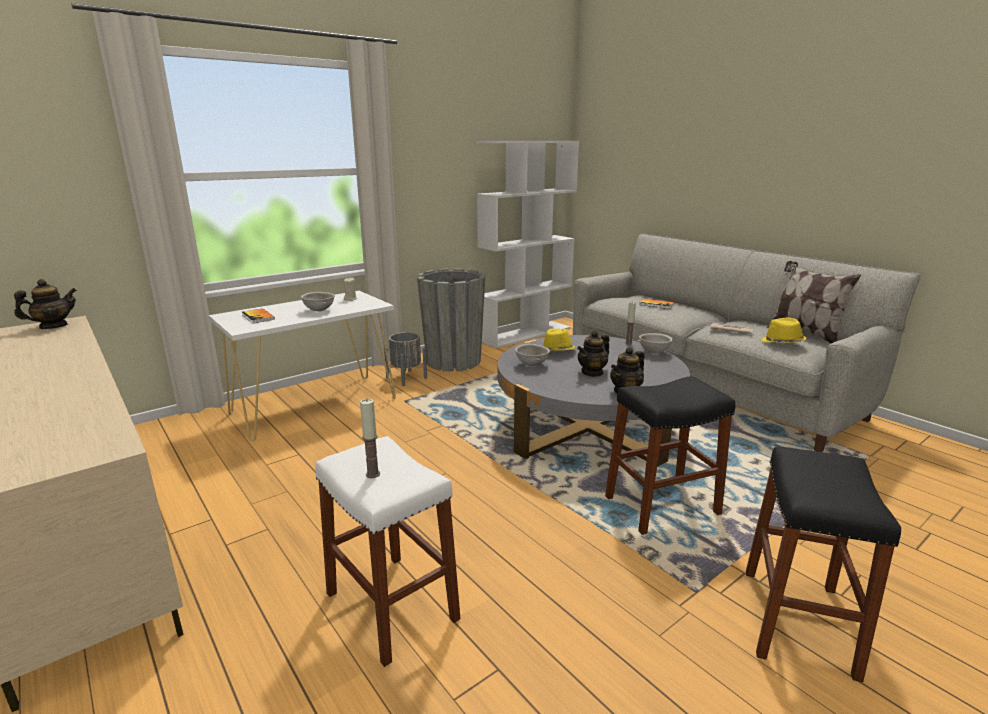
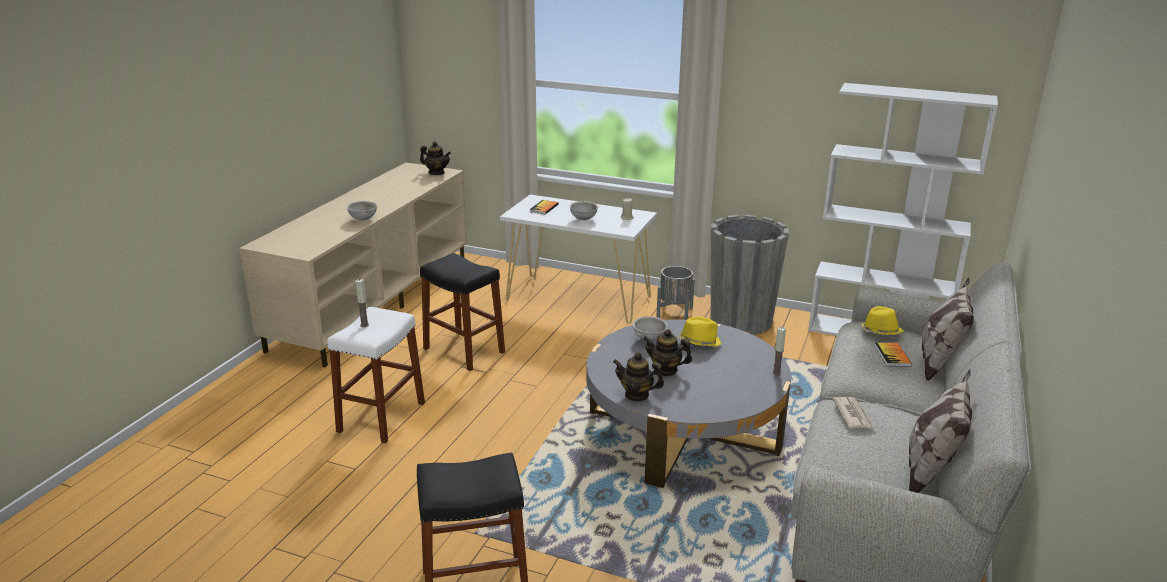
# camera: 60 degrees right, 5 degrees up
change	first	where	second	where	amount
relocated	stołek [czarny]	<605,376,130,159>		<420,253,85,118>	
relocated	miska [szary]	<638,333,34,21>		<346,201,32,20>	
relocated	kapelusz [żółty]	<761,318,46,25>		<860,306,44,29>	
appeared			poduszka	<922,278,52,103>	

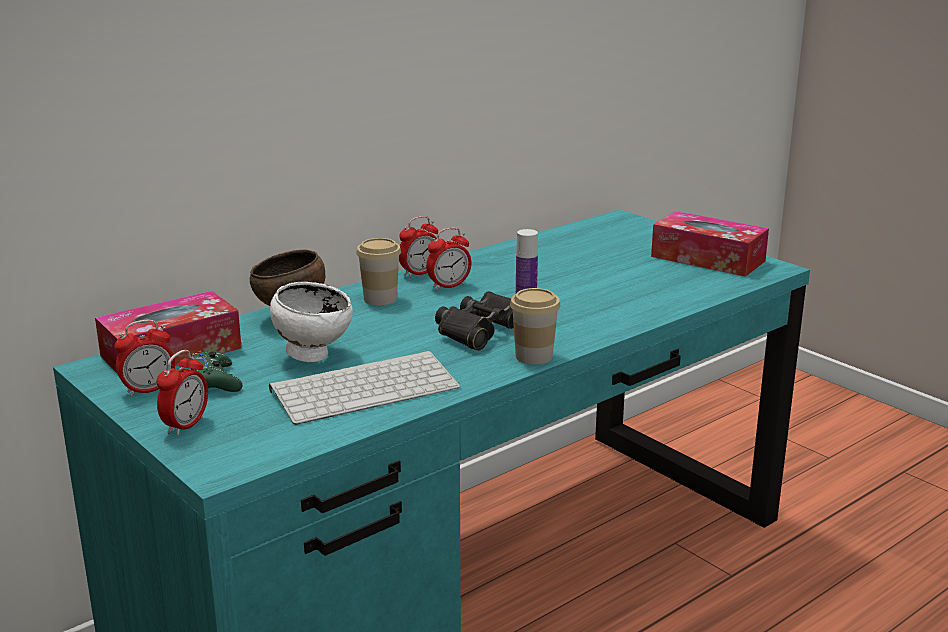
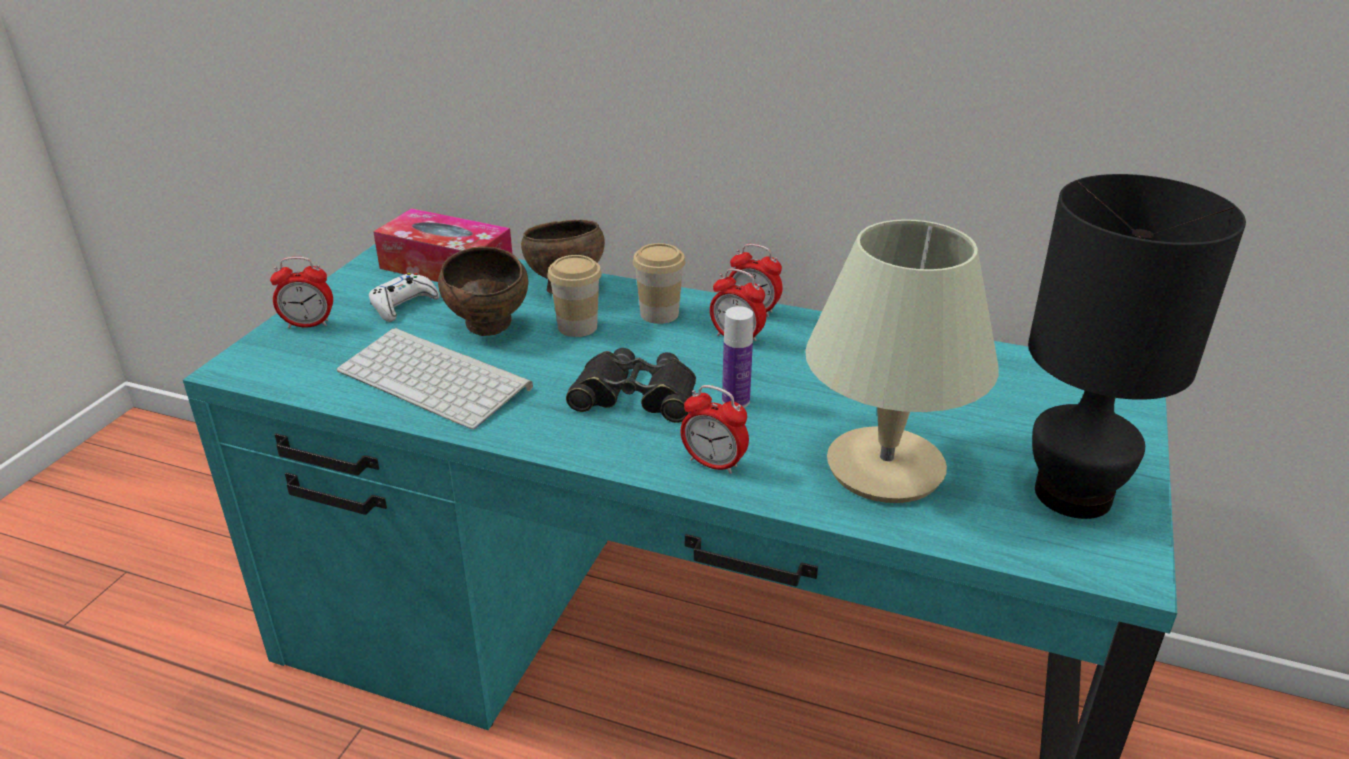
# camera: 60 degrees right, 10 degrees up
change	first	where	second	where	amount
relocated	budzik	<115,320,60,77>		<681,385,68,89>	
colour	pad do gier [zielony]	<191,350,51,42>	pad do gier [biały]	<369,273,71,49>	
colour	miska [biały]	<270,282,83,80>	miska [brązowy]	<438,246,90,90>	
relocated	filiżanka	<510,288,51,77>		<547,255,55,82>	
exchanged	pudełko chusteczek	<651,211,118,66>	lampa stołowa [czarny]	<1028,174,218,345>	
appeared			lampa stołowa [beżowy]	<805,219,194,284>	

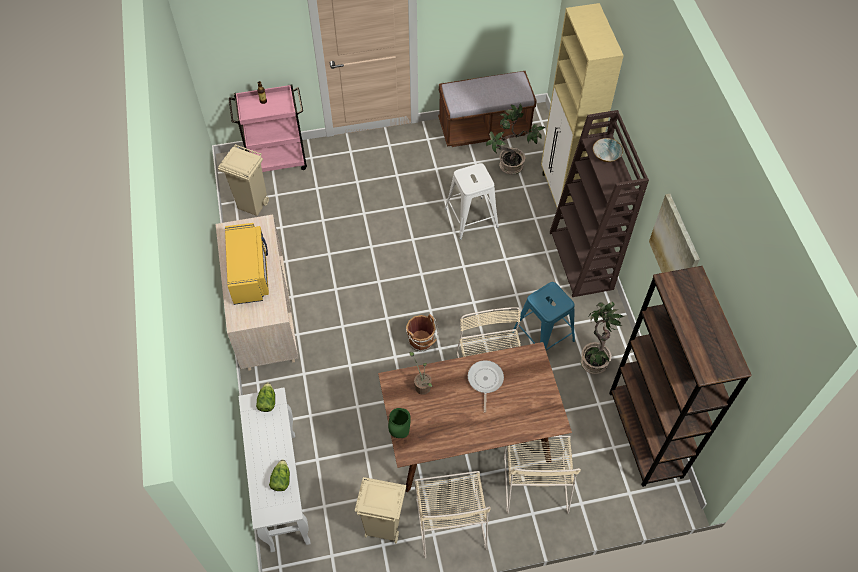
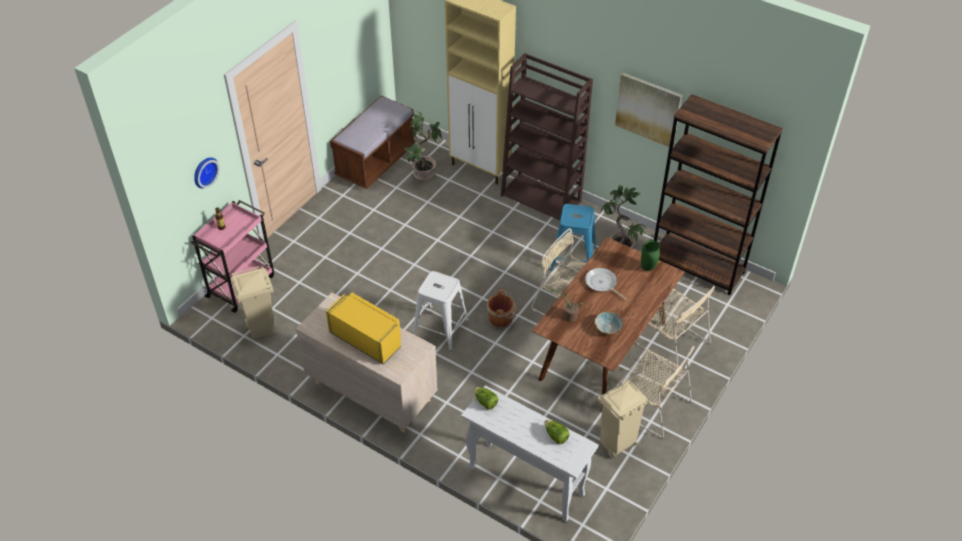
# camera: 45 degrees left, 10 degrees down
change	first	where	second	where	amount
relocated	wazon [zielony]	<388,408,23,30>		<641,240,19,31>	
relocated	stołek [biały]	<445,163,54,77>		<413,271,56,80>	
relocated	miska	<593,138,30,24>		<594,312,30,23>	
appeared			zegar ścienny	<194,157,26,31>	

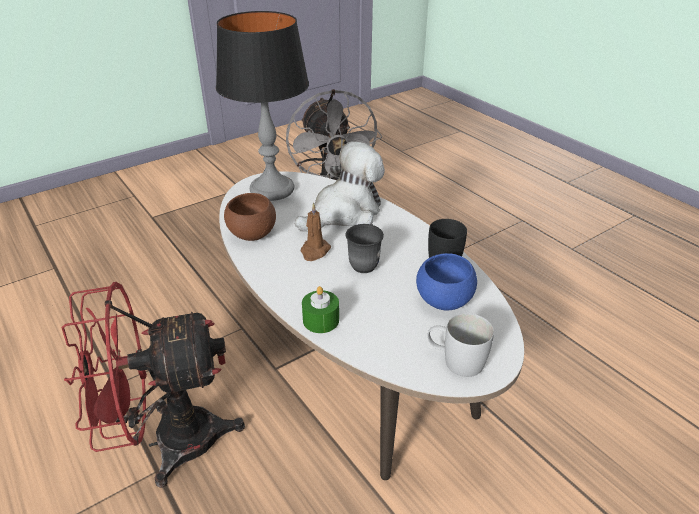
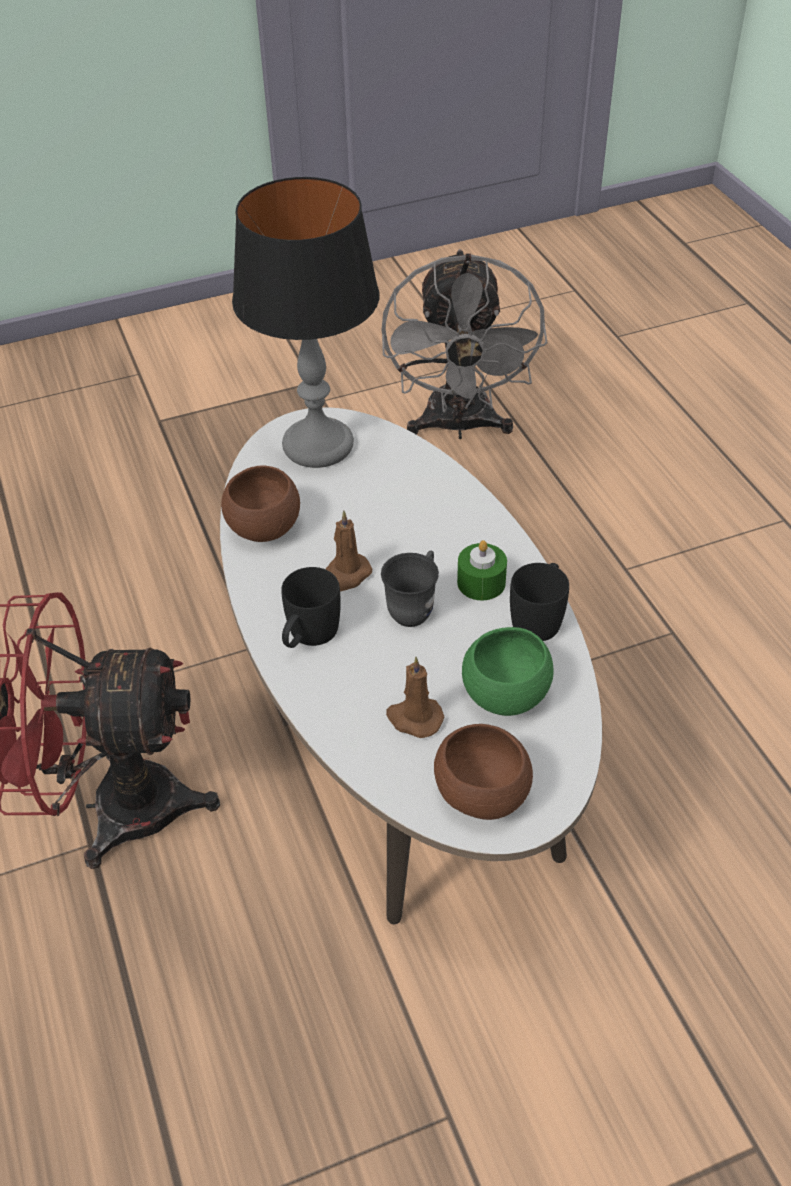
# camera: 15 degrees right, 10 degrees up
change	first	where	second	where	amount
missing	pluszak	<295,141,90,91>			
relocated	świeca [zielony]	<302,286,37,47>		<457,540,50,61>	
colour	miska [niebieski]	<416,253,61,57>	miska [zielony]	<462,627,92,89>	
exchanged	kubek [biały]	<427,313,67,64>	miska [brązowy]	<434,724,99,96>	
appeared			kubek [czarny]	<281,567,60,81>	
appeared			świeca [brązowy]	<386,657,58,81>	

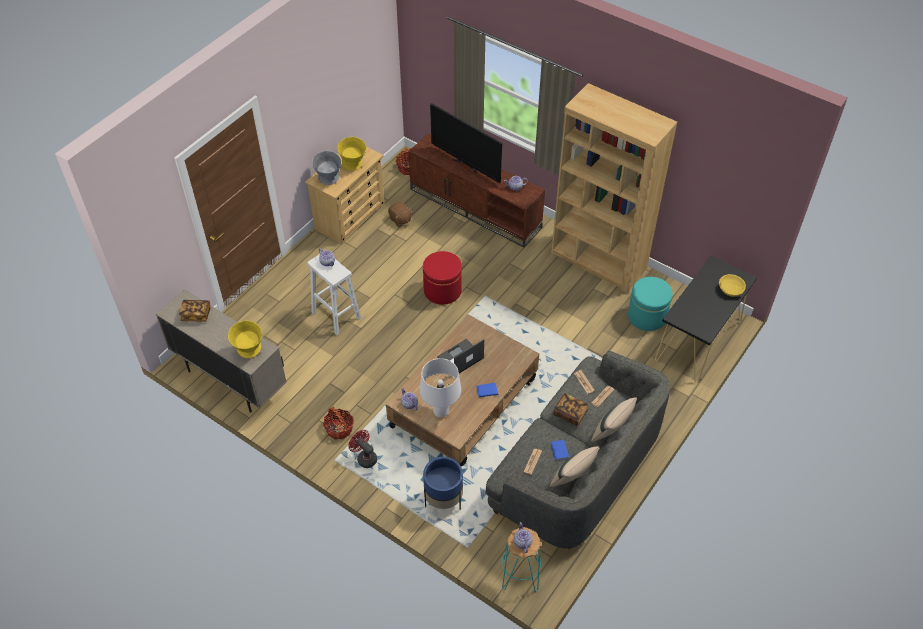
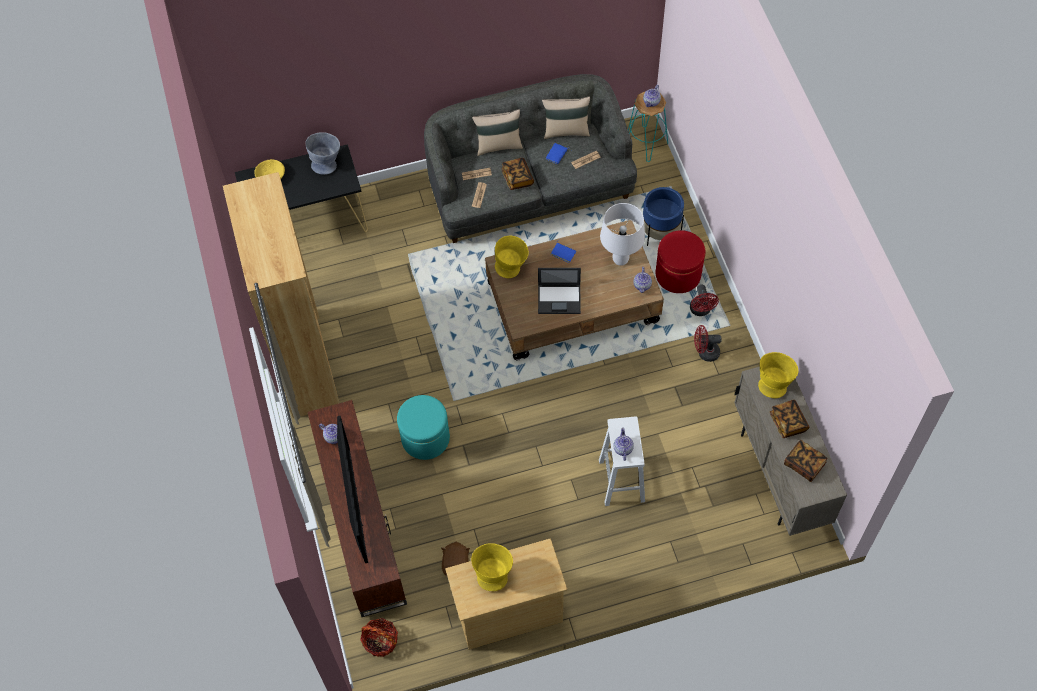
# camera: 140 degrees left, 10 degrees up
change	first	where	second	where	amount
relocated	miska [szary]	<312,151,30,34>		<305,132,35,43>	
exchanged	koszyk	<323,407,30,32>	wentylator [czerwony]	<694,325,27,37>	
relocated	pufa [czerwony]	<423,251,39,54>		<656,230,49,63>	
relocated	pufa [turkusowy]	<628,277,45,54>		<397,395,53,65>	
appeared			miska [żółty]	<495,236,34,42>	
appeared			książka	<770,400,40,38>	

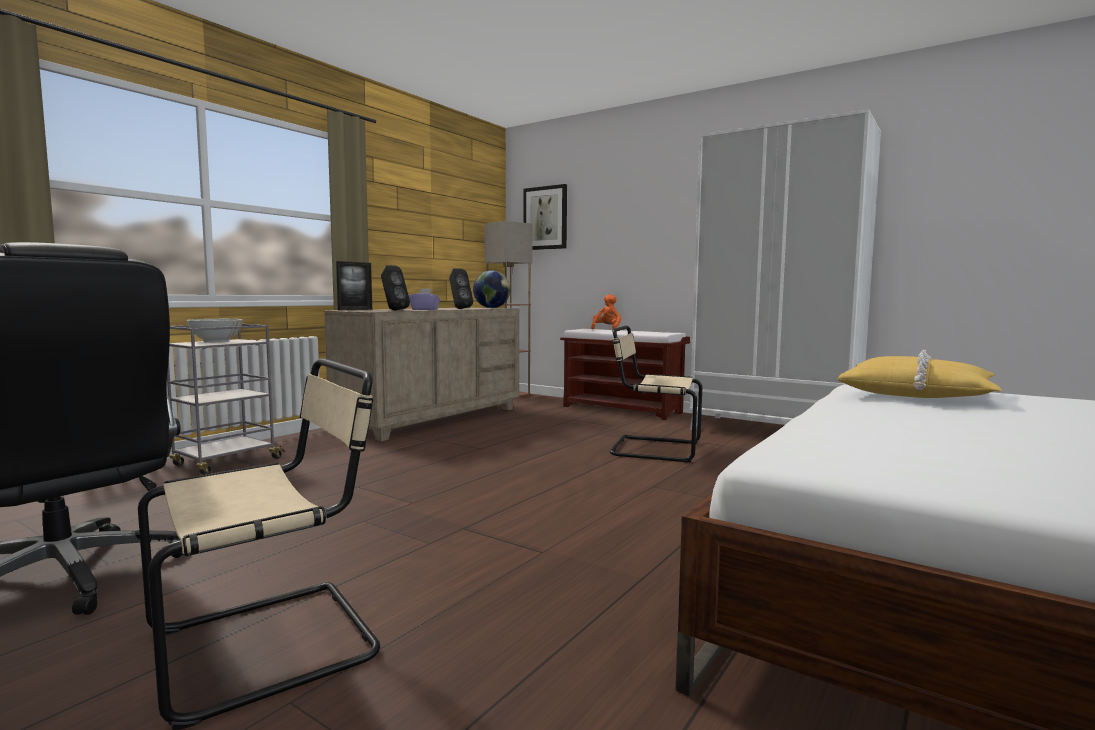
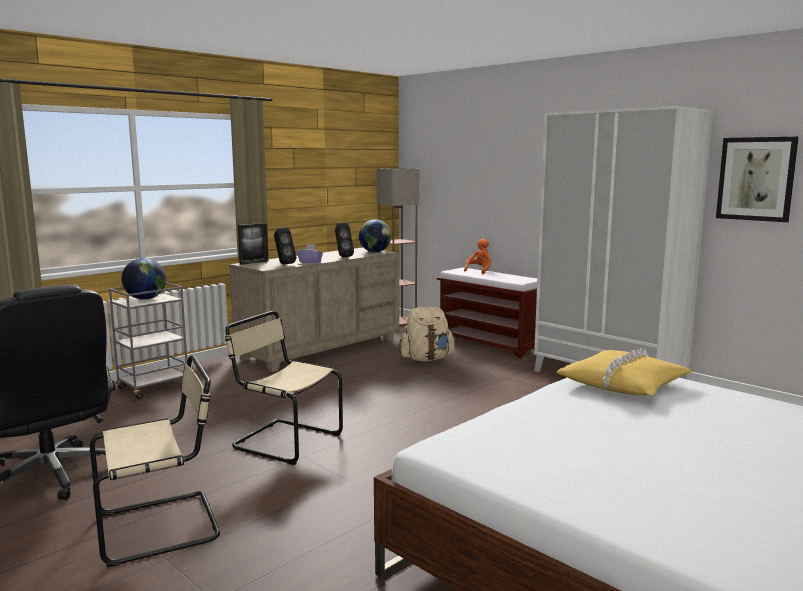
# camera: 10 degrees right, 5 degrees up
change	first	where	second	where	amount
exchanged	miska [biały]	<187,319,56,24>	globus	<122,258,44,42>	
relocated	obraz	<523,184,44,66>		<716,137,83,85>	
relocated	krzesło [beżowy]	<610,326,92,137>		<225,311,118,154>	
appeared			plecak [beżowy]	<399,307,56,55>	

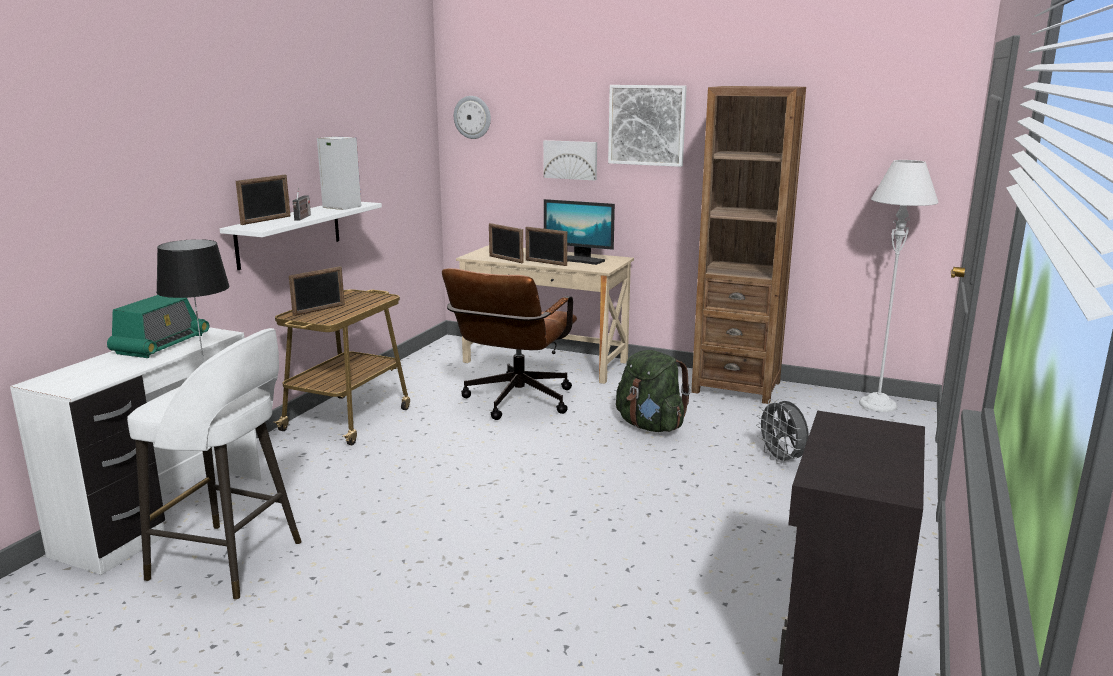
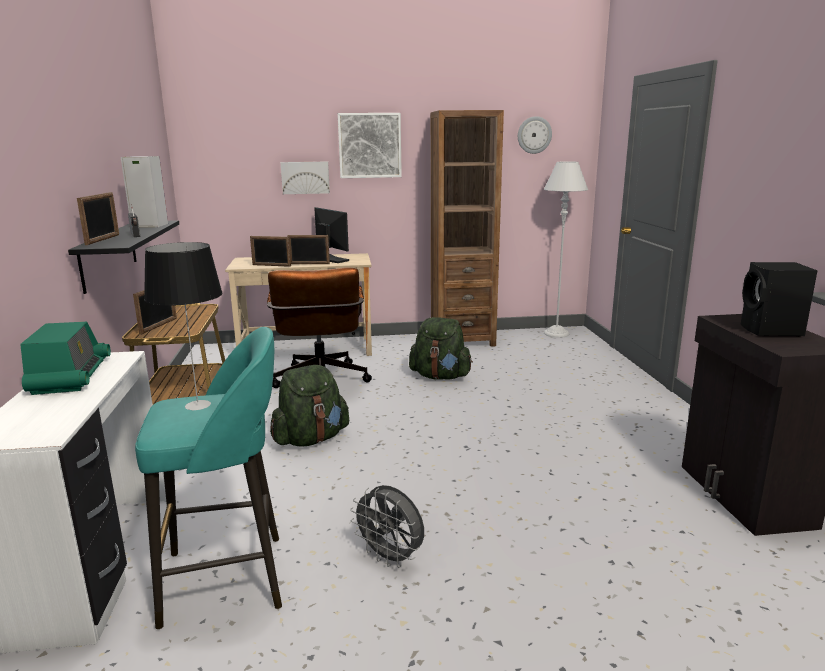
# camera: 30 degrees left, 0 degrees up
change	first	where	second	where	amount
colour	stołek [biały]	<127,328,175,272>	stołek [turkusowy]	<135,327,147,302>	
colour	półka [biały]	<220,202,162,68>	półka [czarny]	<68,220,111,74>	
relocated	zegar ścienny	<454,96,37,43>		<518,116,34,38>	
spun	monitor	<544,199,71,66>		<314,207,35,56>	120 degrees counterclockwise
relocated	wentylator [szary]	<756,399,53,66>		<350,485,74,83>	
appeared			plecak [zielony]	<270,365,79,82>	
appeared			głośnik [czarny]	<741,262,77,74>	

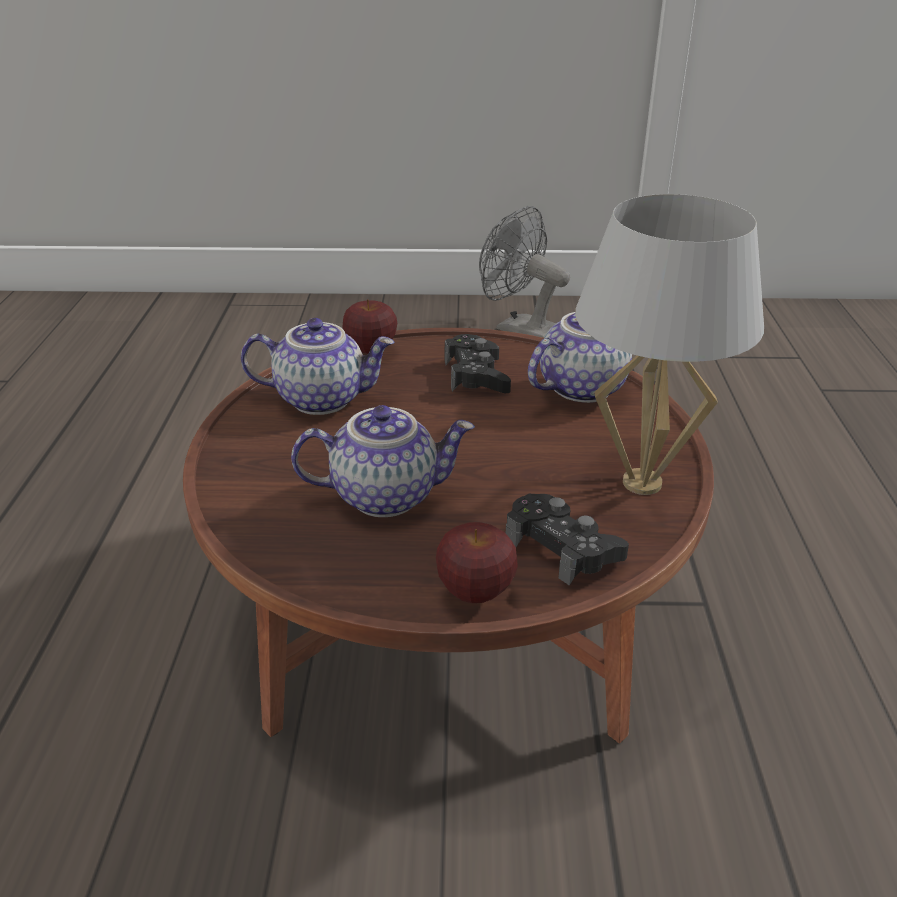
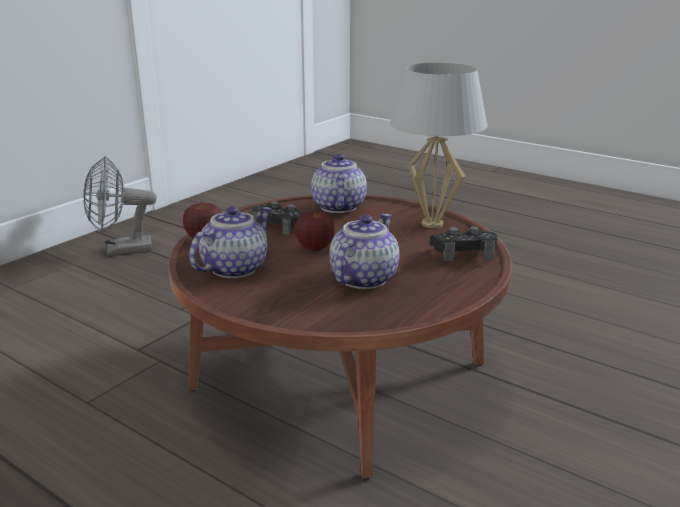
# camera: 55 degrees left, 10 degrees down
change	first	where	second	where	amount
relocated	jabłko	<436,522,82,81>		<294,210,41,41>	

